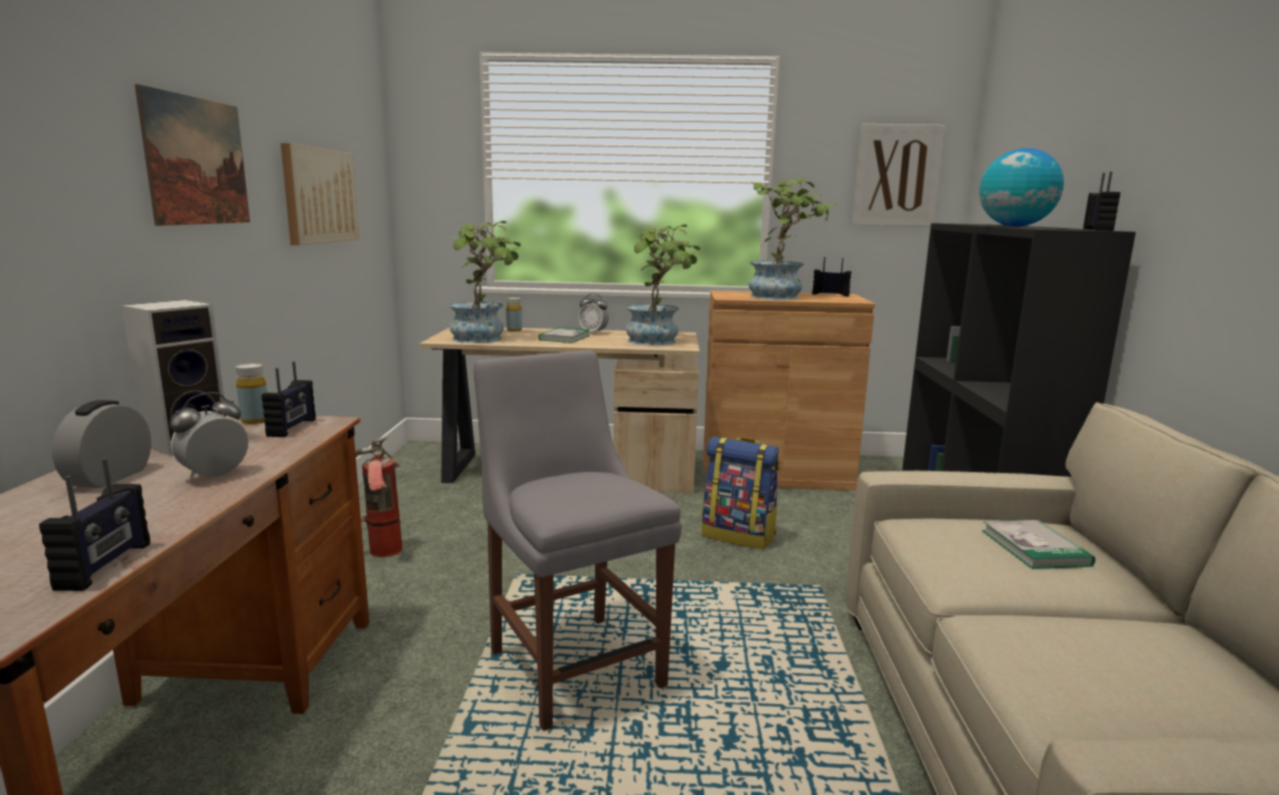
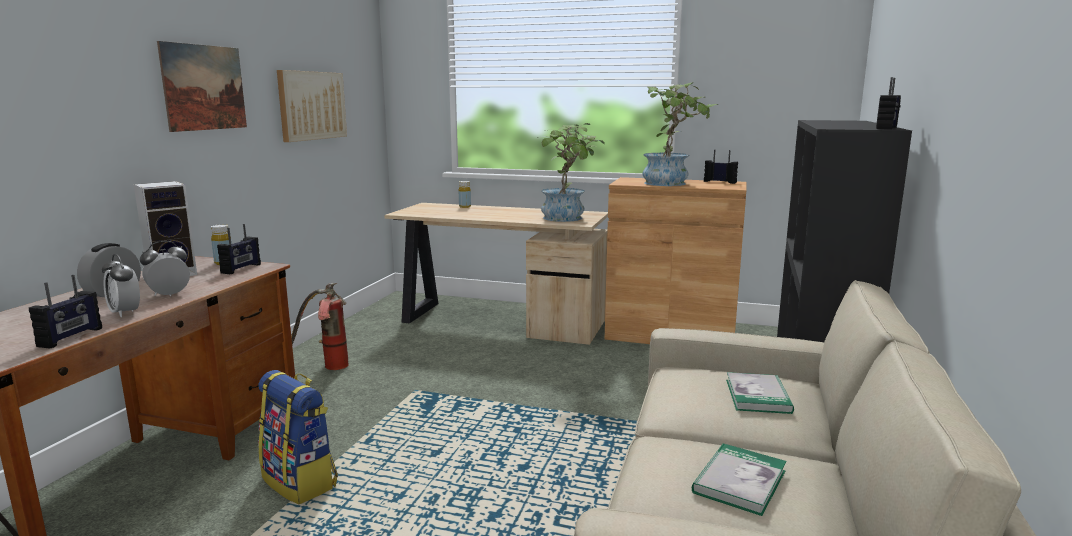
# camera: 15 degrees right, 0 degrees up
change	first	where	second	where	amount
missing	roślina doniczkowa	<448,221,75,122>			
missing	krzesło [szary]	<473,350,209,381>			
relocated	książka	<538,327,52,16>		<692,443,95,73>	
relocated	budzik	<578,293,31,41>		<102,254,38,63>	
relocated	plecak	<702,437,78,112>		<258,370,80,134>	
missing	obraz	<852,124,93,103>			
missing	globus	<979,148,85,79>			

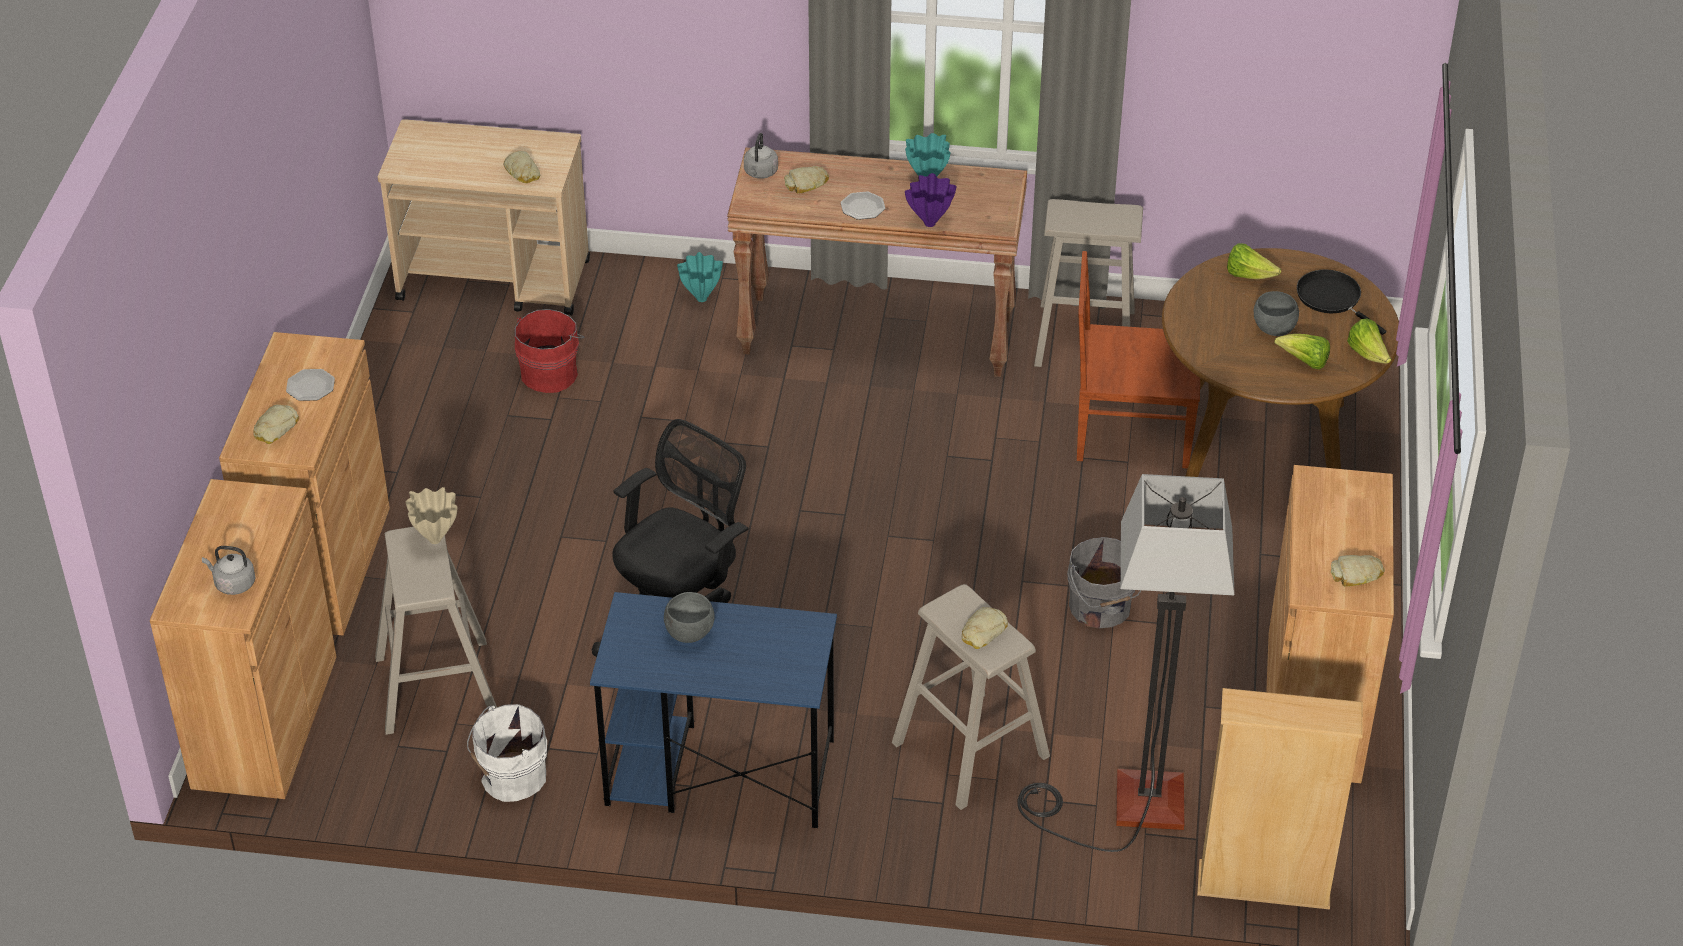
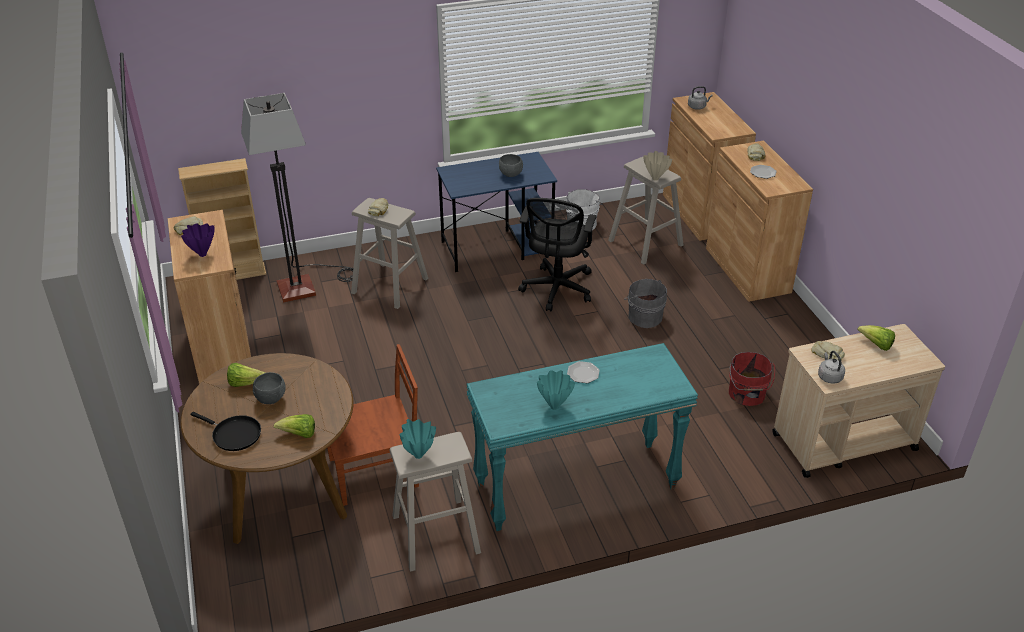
# camera: 155 degrees right, 5 degrees down
change	first	where	second	where	amount
relocated	wazon [turkusowy]	<677,252,46,50>		<400,419,36,40>	
colour	stolik konsolowy [brązowy]	<727,148,300,229>	stolik konsolowy [turkusowy]	<466,343,232,188>	
relocated	czajnik [szary]	<744,133,34,46>		<818,351,27,33>	
missing	chleb	<784,166,45,28>			
relocated	wazon [fioletowy]	<905,173,52,54>		<181,223,34,34>	
relocated	wiadro [szary]	<1067,537,74,91>		<624,279,43,49>	
relocated	sałata	<1347,319,44,45>		<857,325,38,26>	

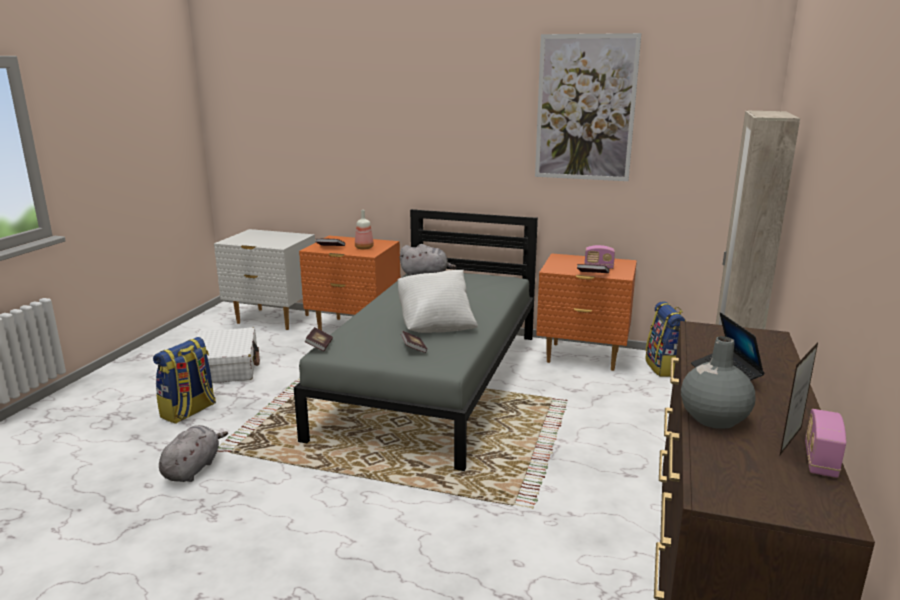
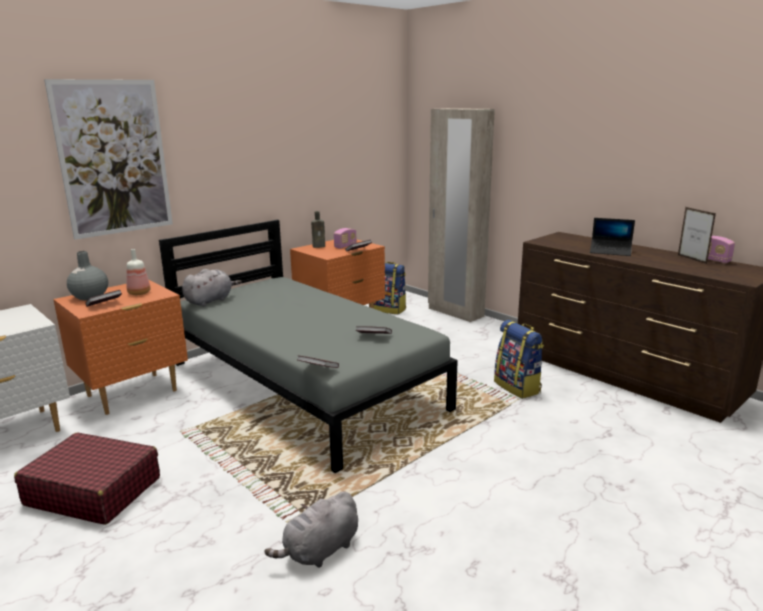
# camera: 60 degrees left, 0 degrees up
change	first	where	second	where	amount
relocated	plecak	<153,337,63,87>		<494,320,50,79>	
spun	pluszak [szary]	<159,425,69,57>		<265,491,93,77>	90 degrees counterclockwise
colour	walizka [biały]	<196,327,64,56>	walizka [czerwony]	<14,433,146,92>	
missing	poduszka [biały]	<398,270,80,63>			
relocated	obraz	<535,33,106,148>		<44,79,129,161>	
relocated	wazon [szary]	<681,336,75,93>		<67,251,41,49>	
appeared			butelka [brązowy]	<311,211,14,37>	

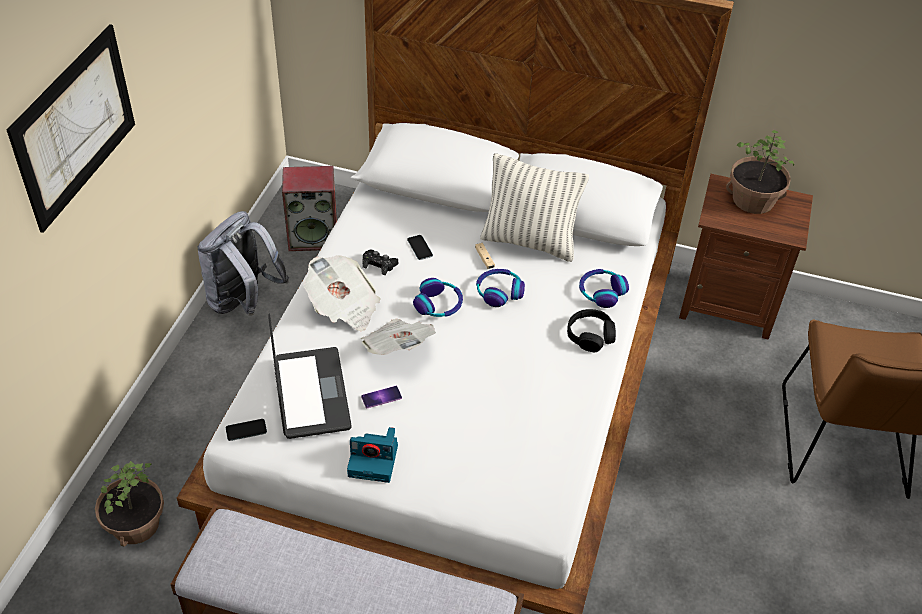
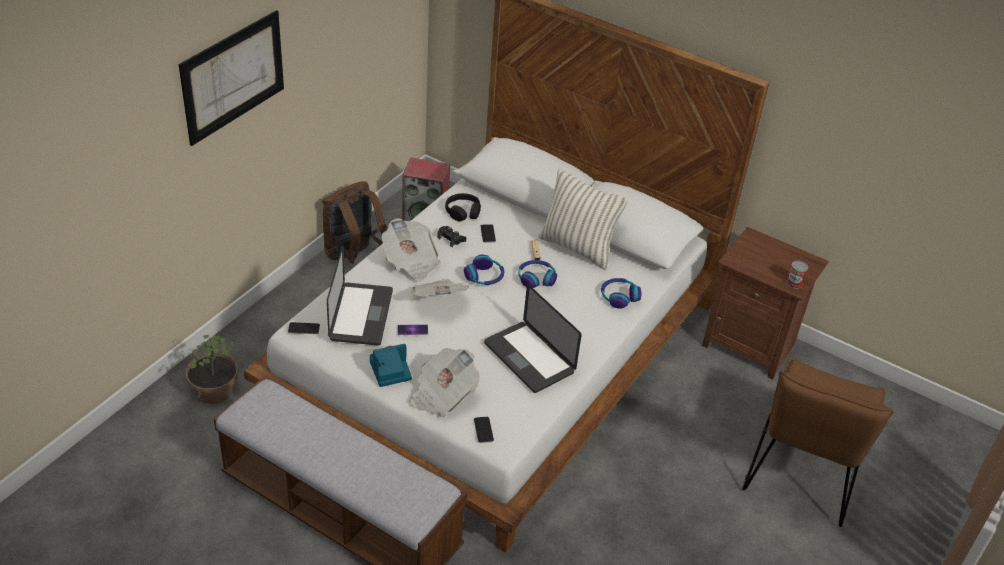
# camera: 15 degrees right, 5 degrees down
change	first	where	second	where	amount
colour	plecak [szary]	<197,211,92,105>	plecak [brązowy]	<322,181,65,82>	
spun	aparat fotograficzny	<347,427,51,56>		<370,344,42,43>	135 degrees clockwise
relocated	słuchawki [czarny]	<567,309,49,43>		<445,193,36,29>	
missing	roślina doniczkowa	<726,130,68,84>			
appeared			gazeta	<410,348,70,69>	
appeared			telefon	<474,417,20,26>	
appeared			laptop	<484,285,97,108>	
appeared			puszka	<786,261,22,28>	

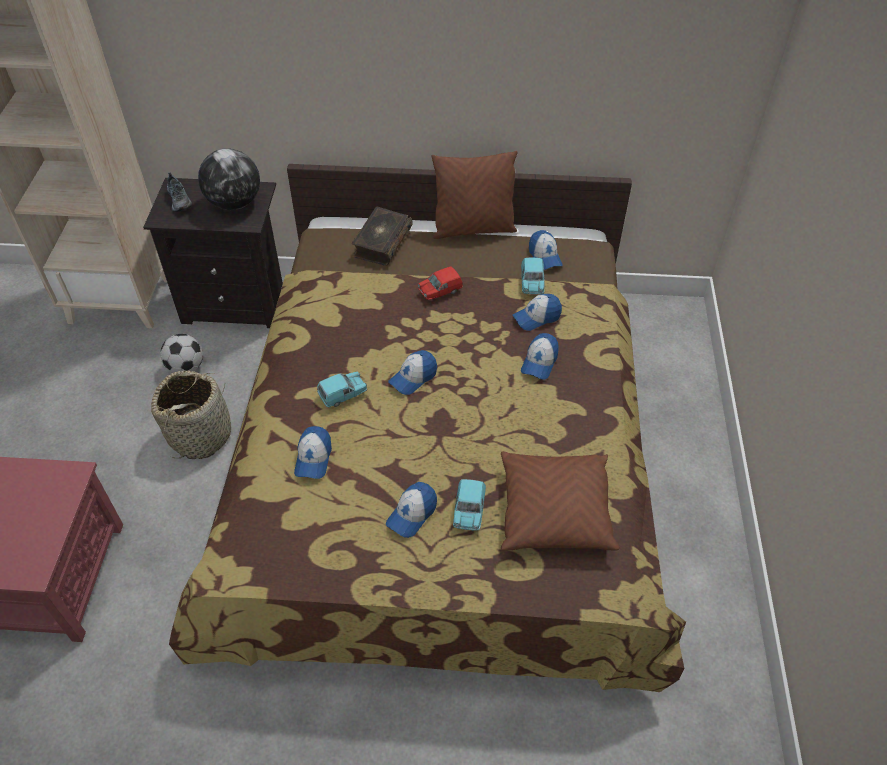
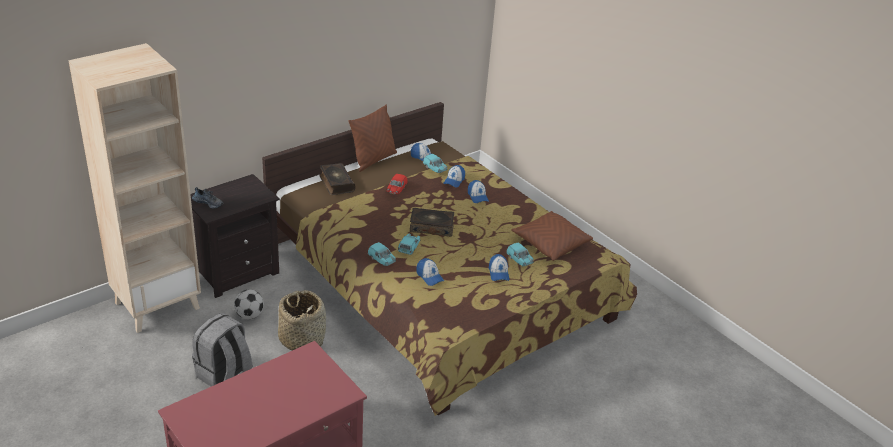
# camera: 45 degrees left, 15 degrees down
change	first	where	second	where	amount
missing	globus	<198,148,62,62>			
exchanged	czapka z daszkiem	<388,350,49,45>	książka	<410,208,44,29>	
appeared			plecak [szary]	<192,313,60,73>	
appeared			samochodzik [turkusowy]	<368,242,28,24>	

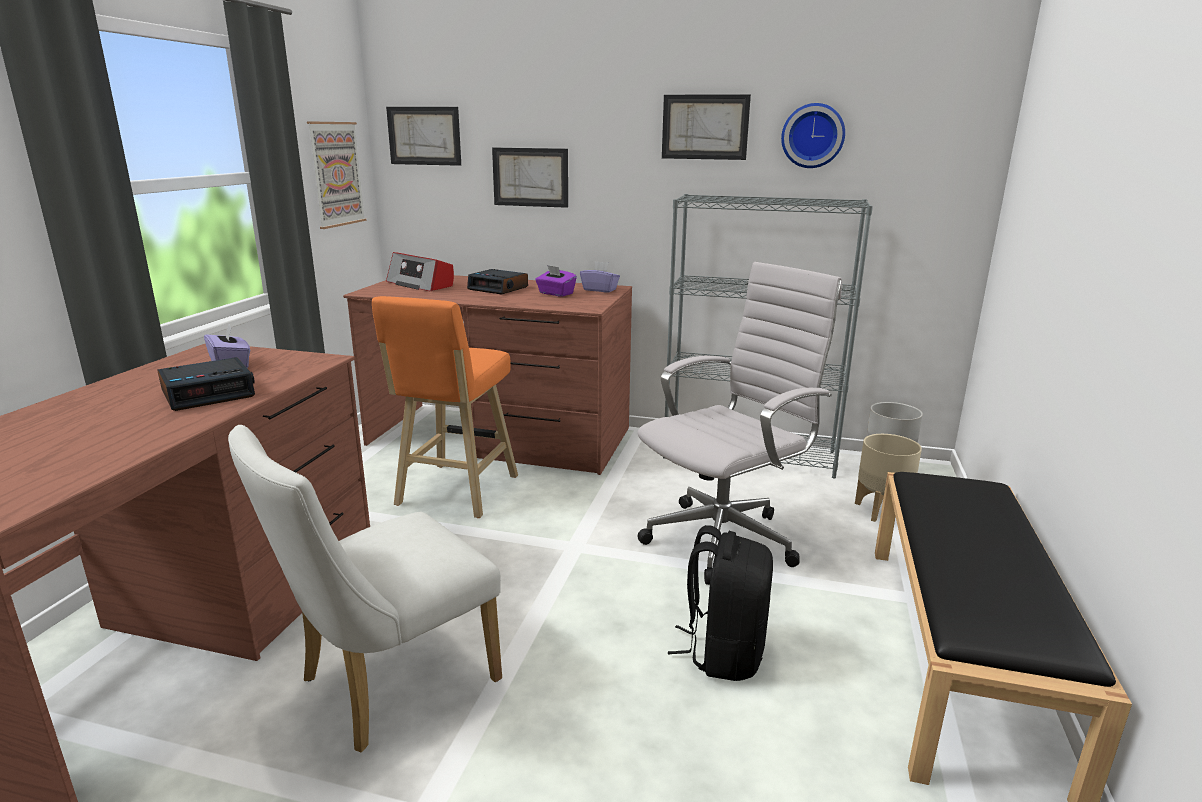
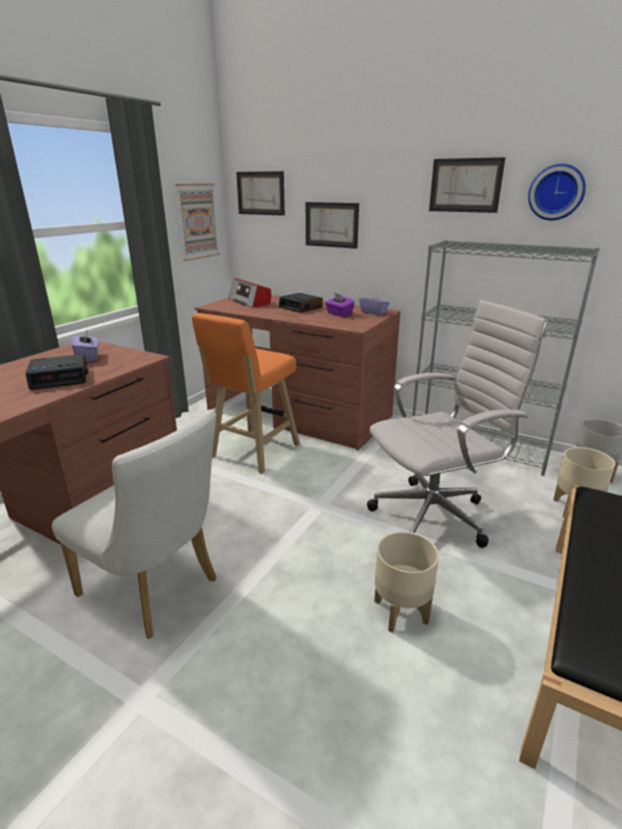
# camera: 15 degrees right, 5 degrees up
change	first	where	second	where	amount
spun	krzesło [biały]	<228,425,274,327>		<52,409,165,230>	120 degrees counterclockwise
exchanged	plecak [czarny]	<668,525,105,156>	donica [beżowy]	<374,531,65,102>	

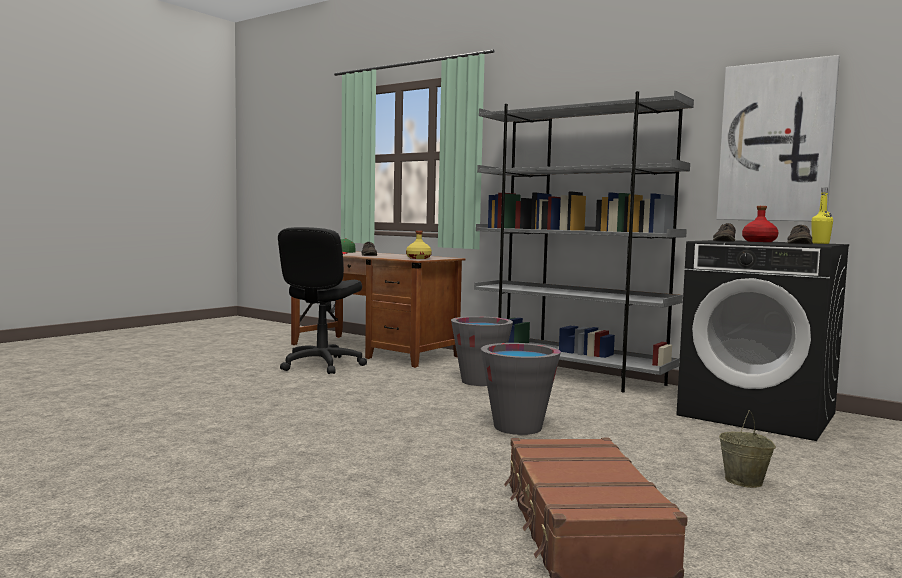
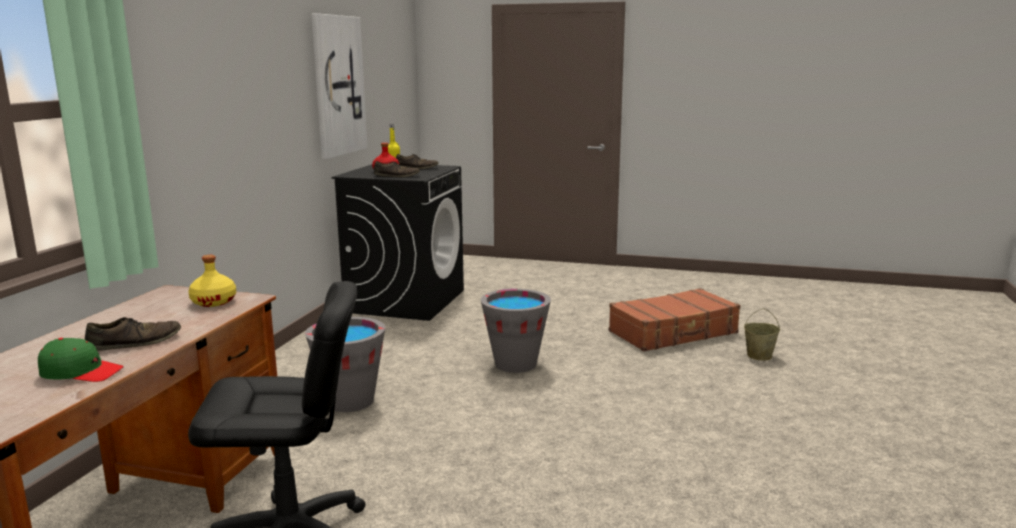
# camera: 110 degrees left, 10 degrees up
change	first	where	second	where	amount
missing	regał [szary]	<474,91,220,301>			
relocated	wiadro [beżowy]	<719,410,57,78>		<744,308,36,53>	

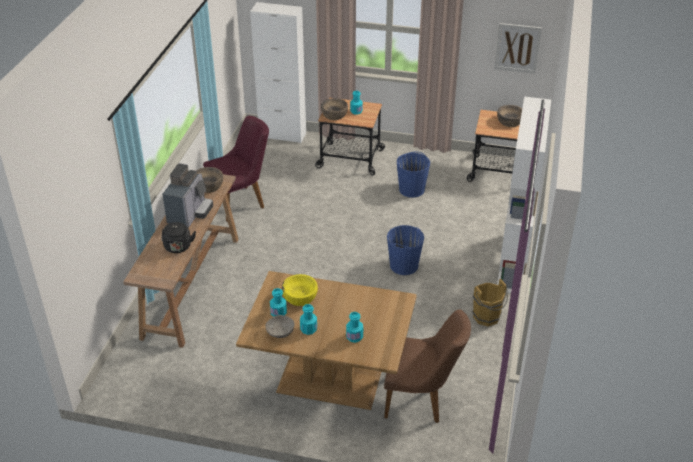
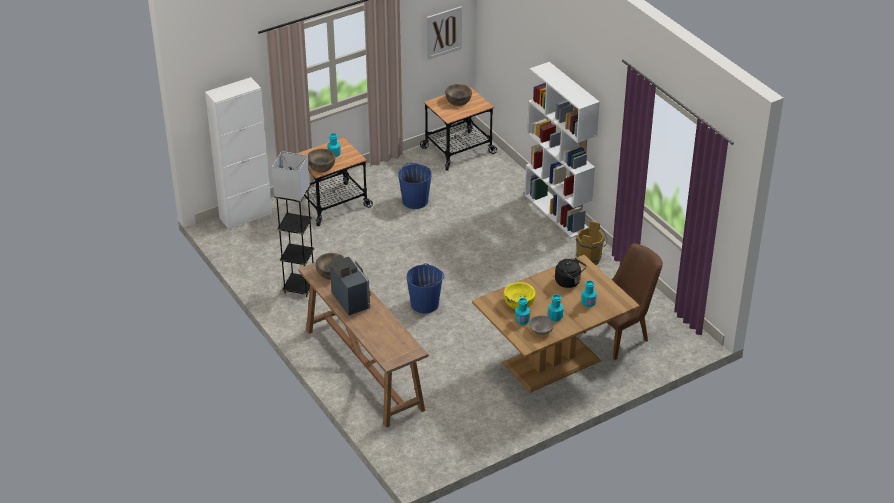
# camera: 45 degrees left, 0 degrees up
change	first	where	second	where	amount
relocated	czajnik [czarny]	<161,222,35,31>		<555,258,31,30>	
exchanged	krzesło [fioletowy]	<203,116,66,106>	lampa stojąca [szary]	<272,151,42,146>	
relocated	wiadro [niebieski]	<387,225,37,50>		<406,263,38,50>	

